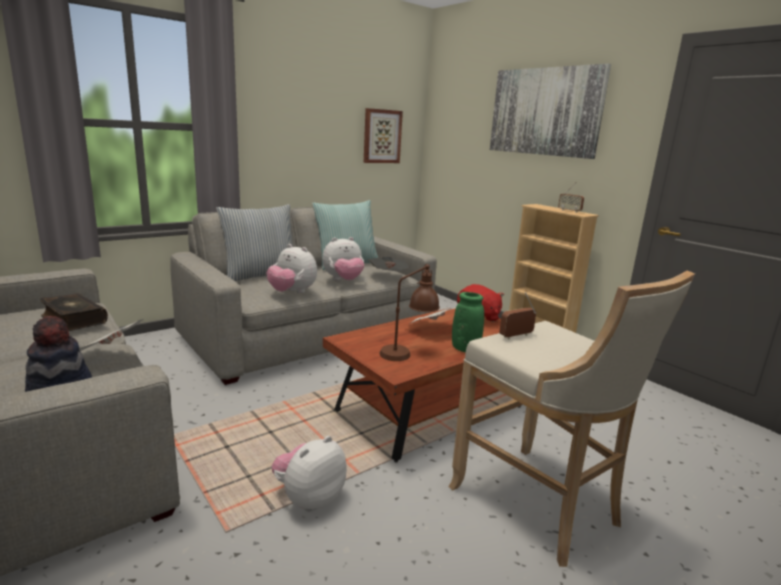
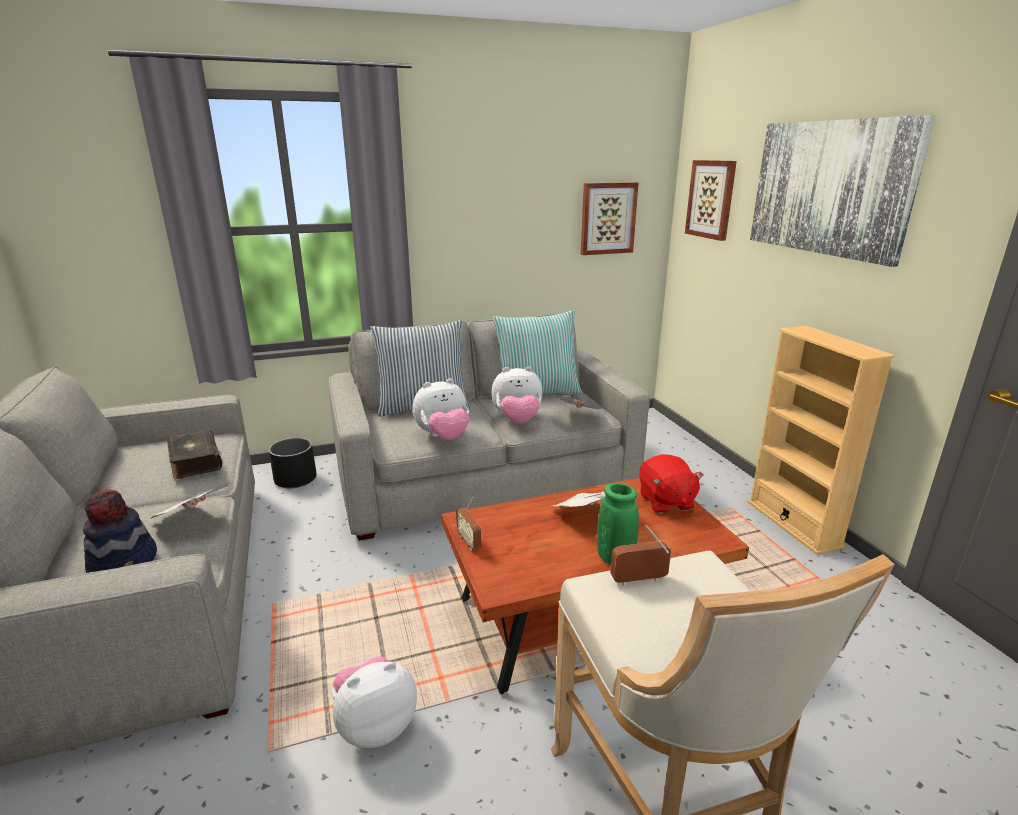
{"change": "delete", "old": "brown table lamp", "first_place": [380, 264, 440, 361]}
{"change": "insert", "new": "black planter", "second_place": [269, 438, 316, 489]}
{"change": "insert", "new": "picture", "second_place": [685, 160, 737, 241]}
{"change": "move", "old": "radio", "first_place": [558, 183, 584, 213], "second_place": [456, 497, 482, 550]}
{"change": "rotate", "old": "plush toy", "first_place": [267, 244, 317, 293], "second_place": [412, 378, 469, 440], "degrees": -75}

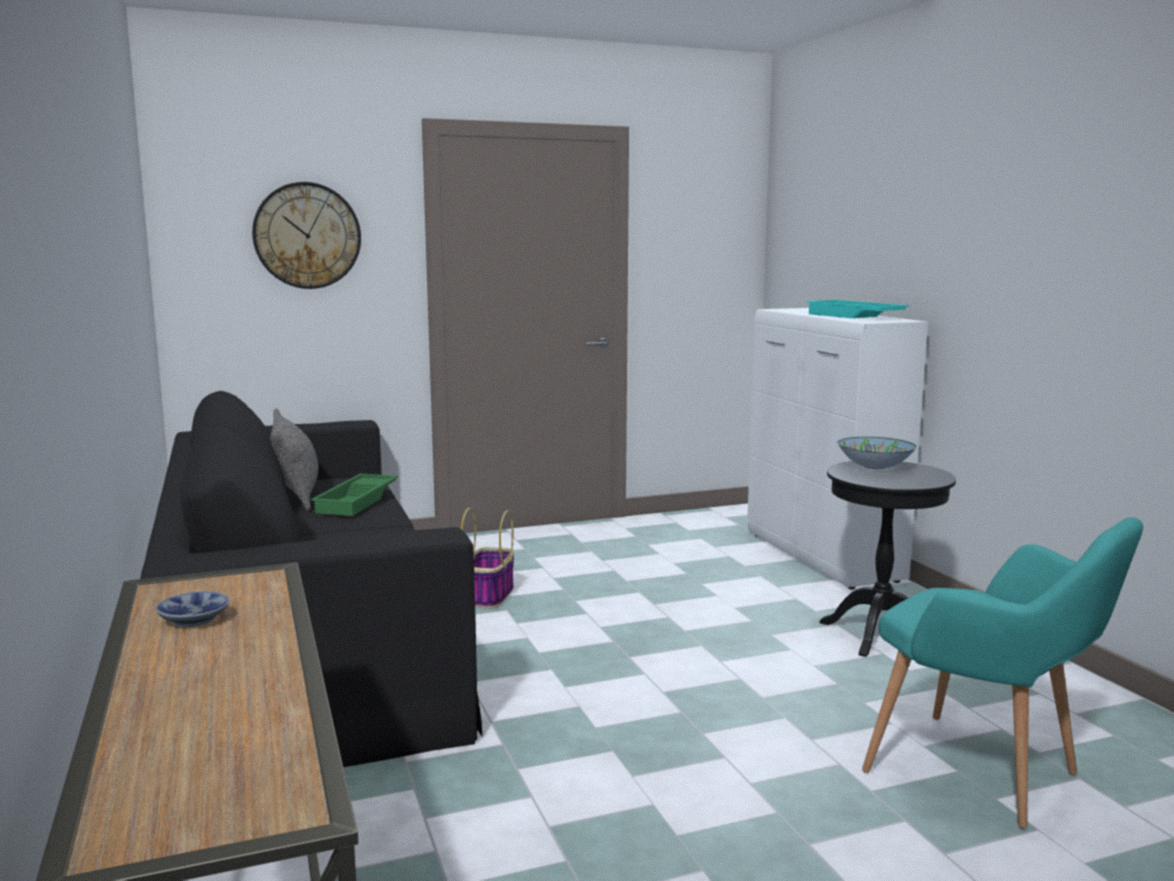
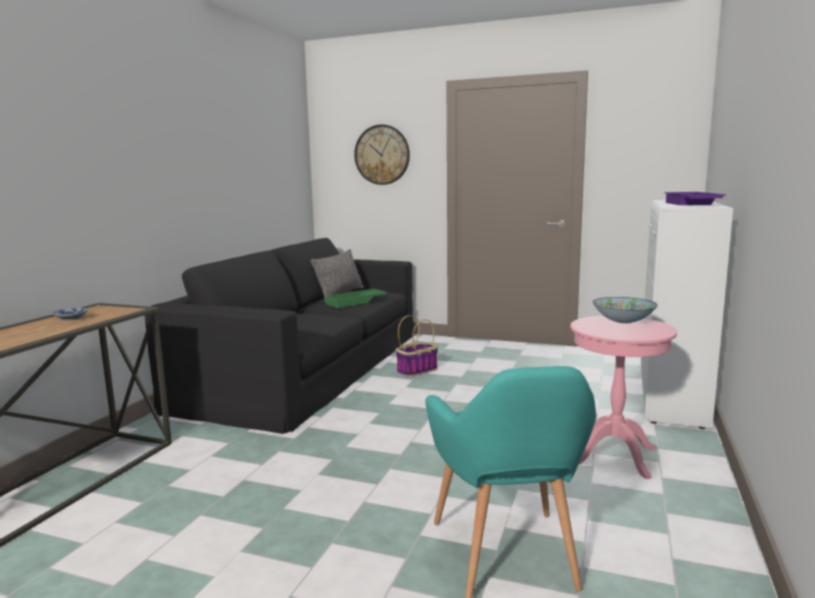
{"change": "recolor", "old": "turquoise tray", "new": "purple tray", "first_place": [806, 300, 909, 318], "second_place": [664, 192, 726, 205]}
{"change": "recolor", "old": "black side table", "new": "pink side table", "first_place": [820, 461, 956, 657], "second_place": [570, 316, 677, 479]}

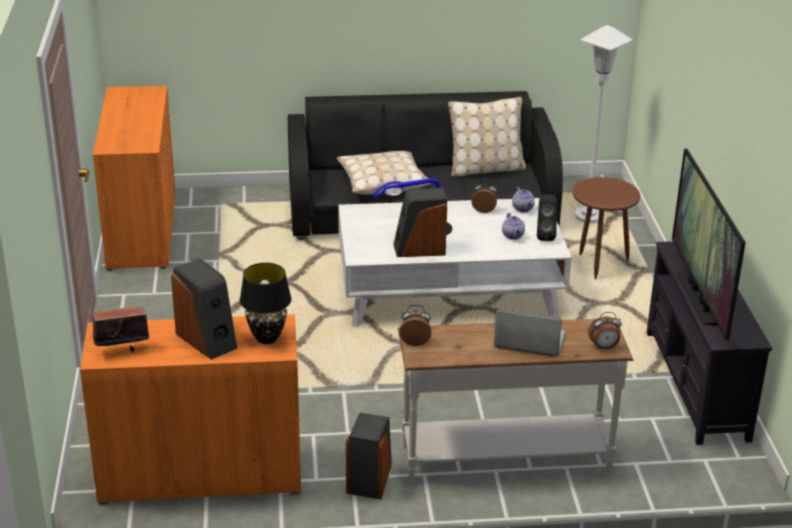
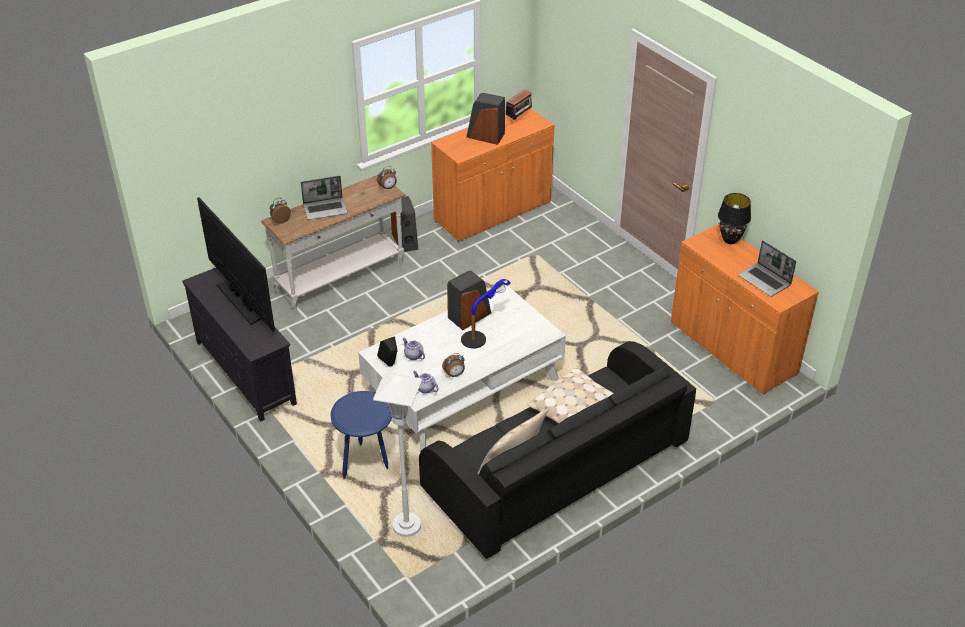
{"change": "insert", "new": "laptop", "second_place": [738, 240, 796, 297]}
{"change": "move", "old": "black table lamp", "first_place": [240, 263, 291, 344], "second_place": [718, 193, 751, 244]}
{"change": "recolor", "old": "brown side table", "new": "blue side table", "first_place": [573, 177, 640, 279], "second_place": [331, 391, 392, 479]}

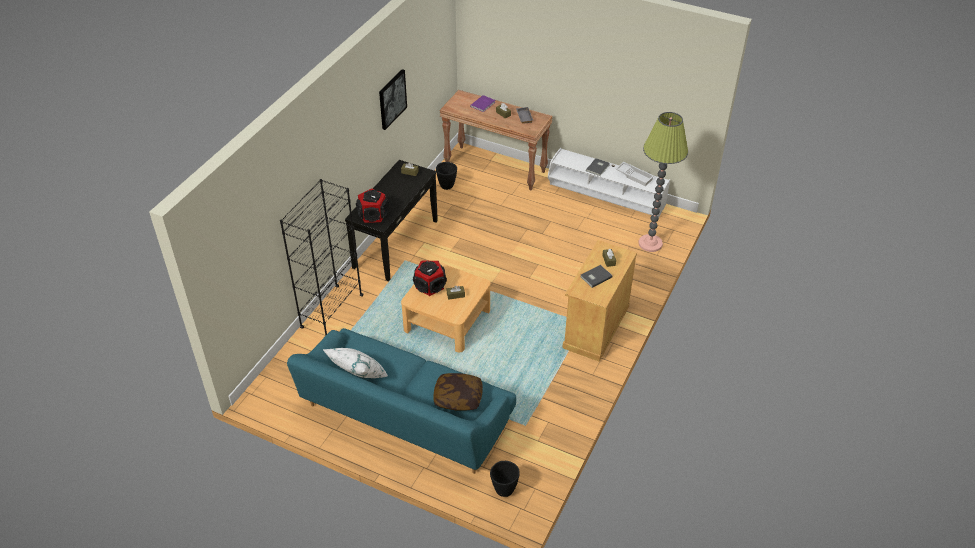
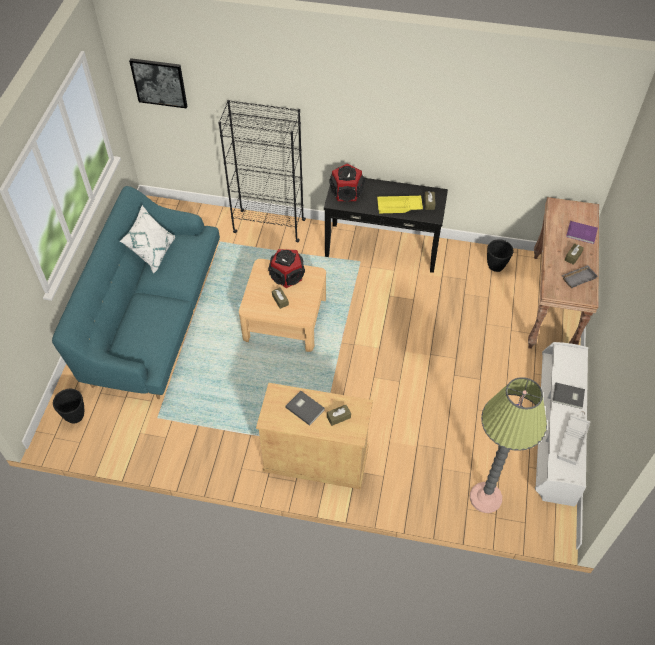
{"change": "delete", "old": "pillow", "first_place": [434, 373, 483, 411]}
{"change": "insert", "new": "yellow tray", "second_place": [377, 196, 423, 213]}
{"change": "move", "old": "picture", "first_place": [379, 69, 407, 130], "second_place": [129, 58, 187, 108]}

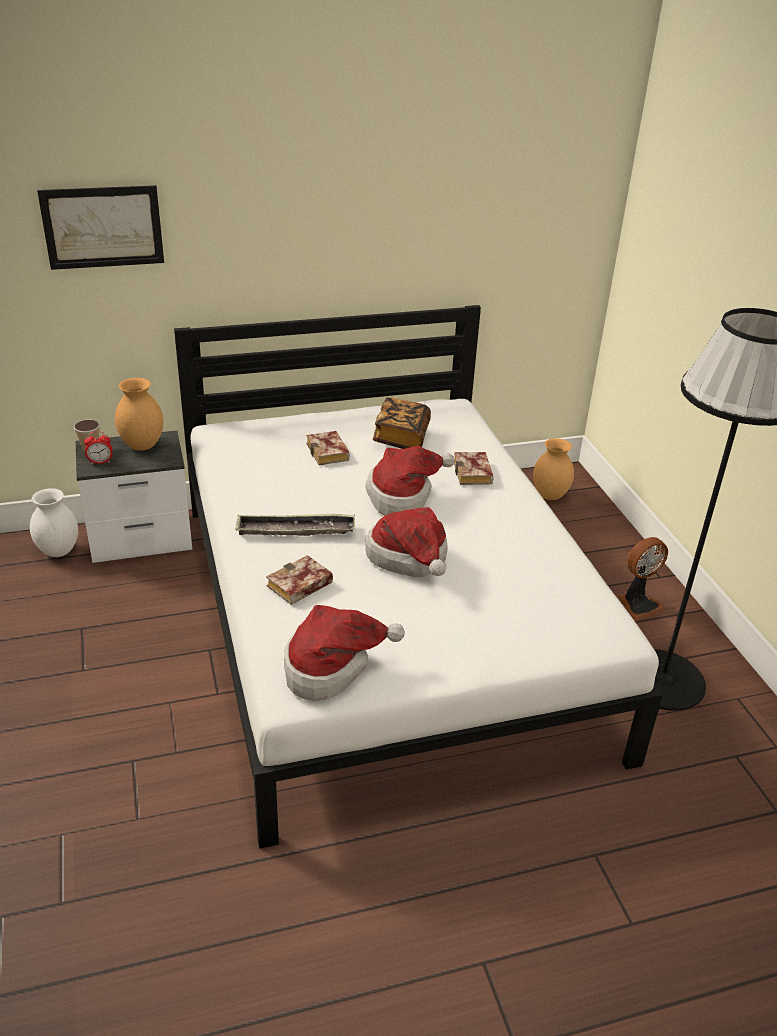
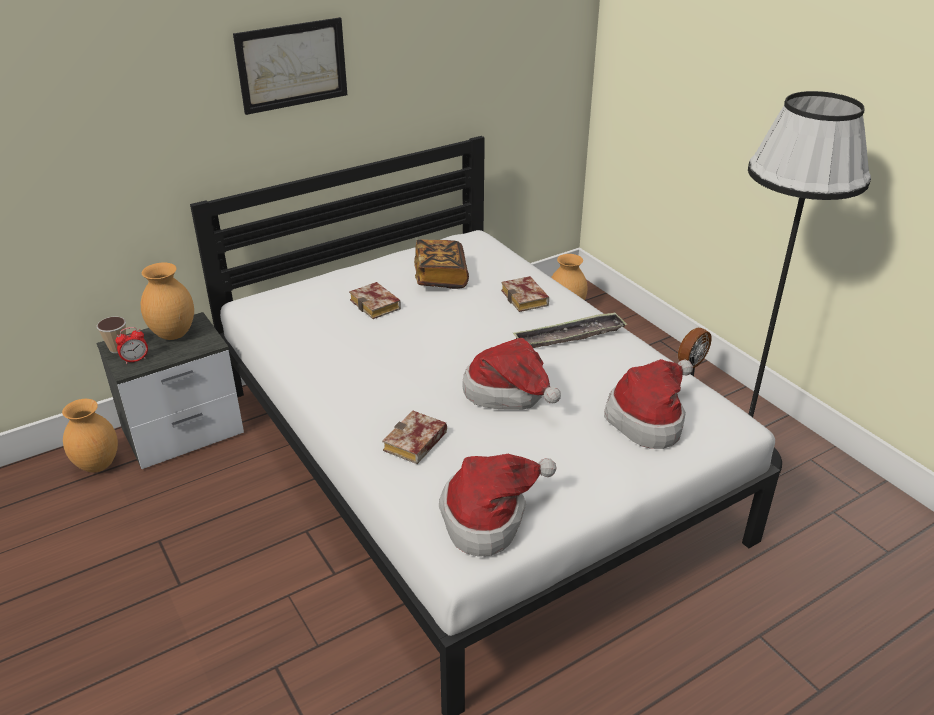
{"change": "move", "old": "picture", "first_place": [37, 185, 164, 270], "second_place": [233, 17, 347, 115]}
{"change": "move", "old": "tray", "first_place": [235, 514, 355, 536], "second_place": [513, 312, 627, 348]}
{"change": "move", "old": "hat", "first_place": [365, 446, 455, 516], "second_place": [604, 359, 693, 449]}
{"change": "recolor", "old": "white vase", "new": "brown vase", "first_place": [30, 488, 78, 557], "second_place": [62, 399, 118, 472]}

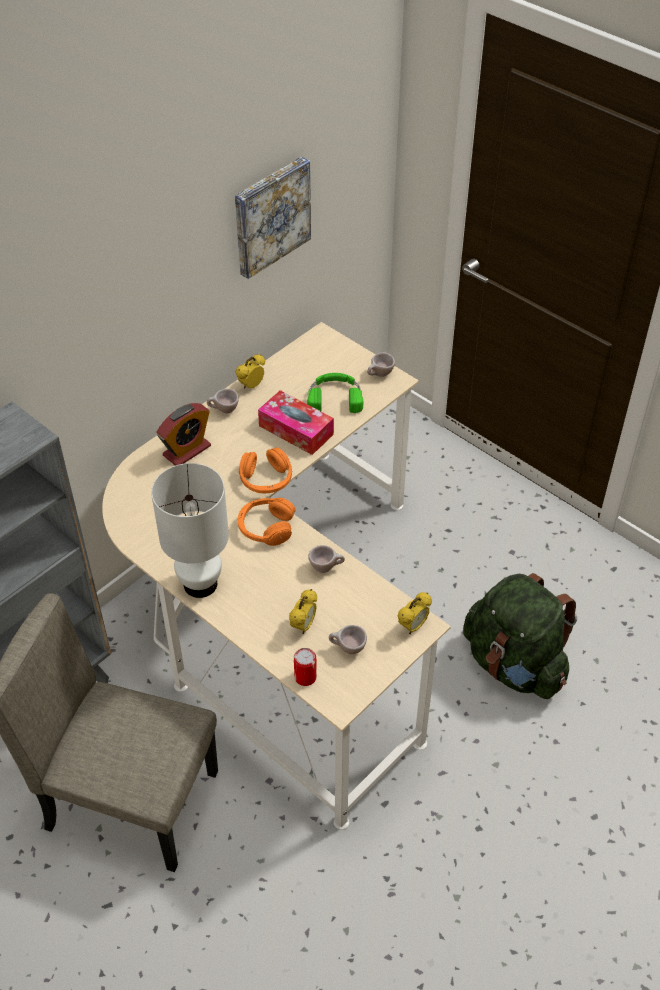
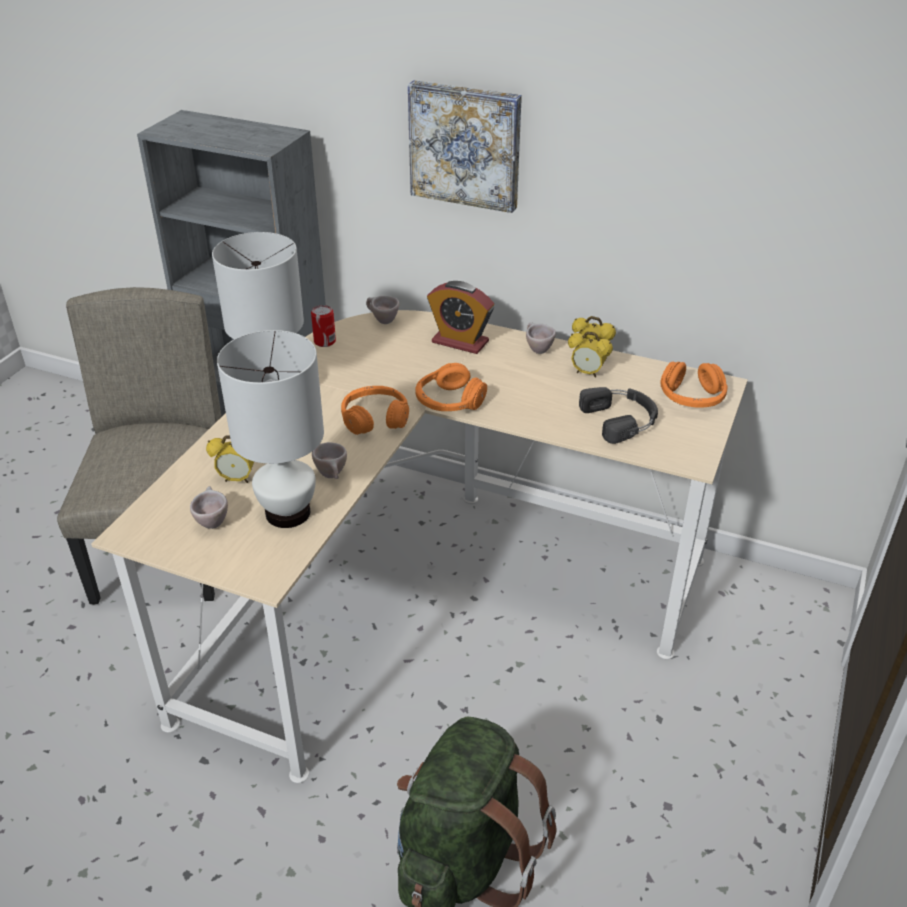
{"change": "delete", "old": "tissue box", "first_place": [258, 390, 334, 455]}
{"change": "insert", "new": "white table lamp", "second_place": [217, 330, 324, 528]}
{"change": "insert", "new": "orange headphones", "second_place": [660, 362, 727, 408]}
{"change": "move", "old": "picture", "first_place": [235, 157, 311, 279], "second_place": [408, 80, 522, 213]}
{"change": "move", "old": "can", "first_place": [294, 648, 317, 686], "second_place": [311, 305, 336, 347]}
{"change": "move", "old": "beige cup", "first_place": [367, 352, 395, 377], "second_place": [366, 296, 399, 324]}
{"change": "move", "old": "alarm clock", "first_place": [398, 592, 432, 634], "second_place": [568, 332, 613, 377]}
{"change": "recolor", "old": "green headphones", "new": "black headphones", "first_place": [307, 373, 363, 413], "second_place": [579, 387, 658, 444]}

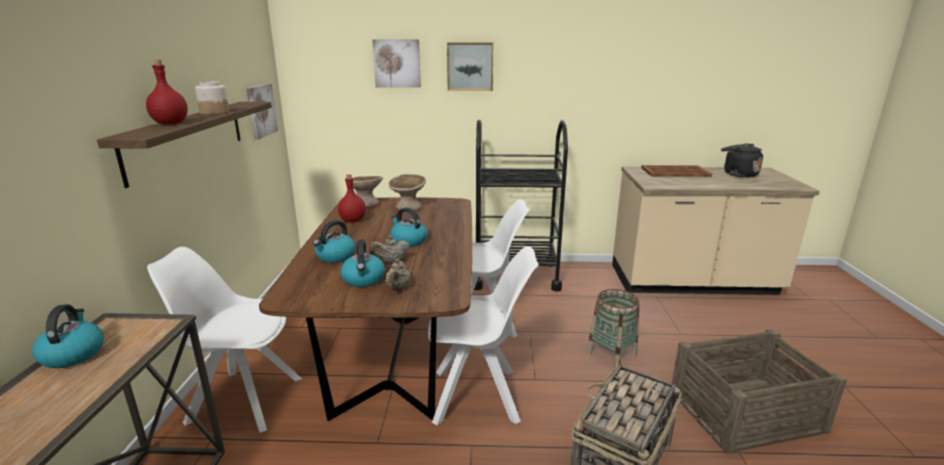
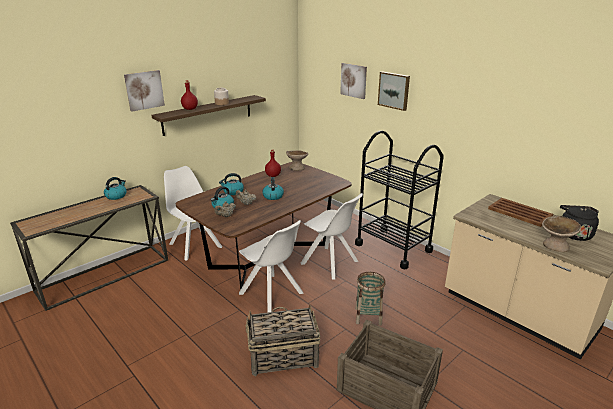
{"change": "move", "old": "picture", "first_place": [246, 84, 278, 139], "second_place": [124, 70, 165, 112]}
{"change": "move", "old": "beige bowl", "first_place": [388, 175, 426, 210], "second_place": [542, 216, 581, 252]}

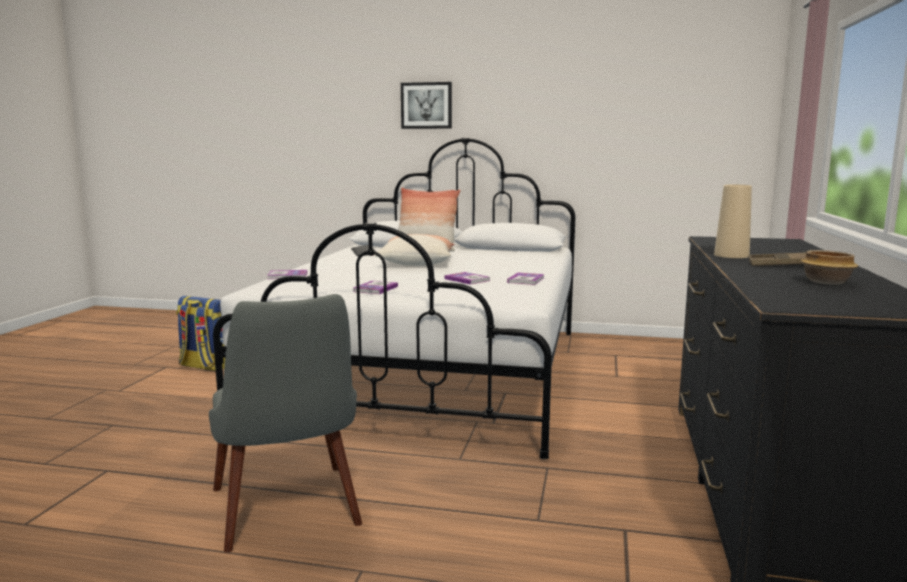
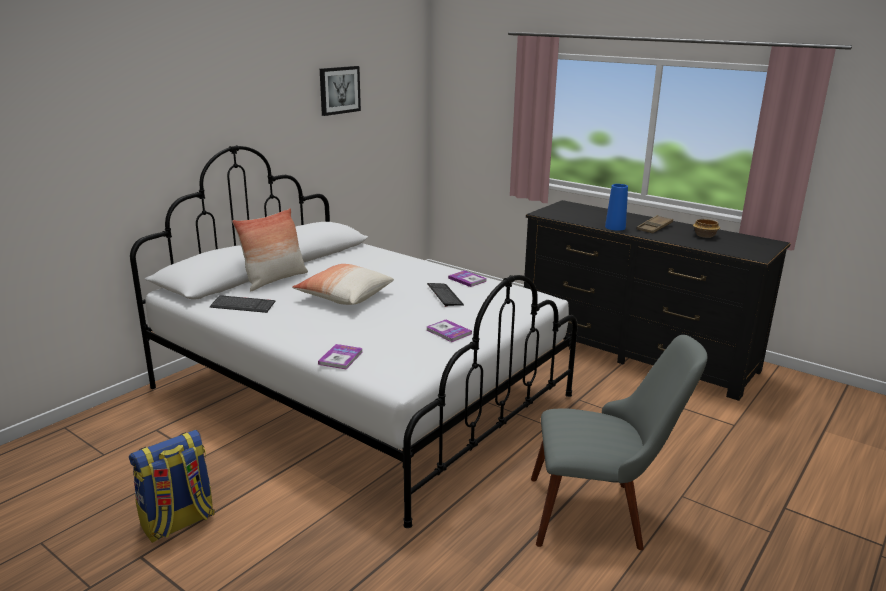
{"change": "move", "old": "picture", "first_place": [401, 82, 452, 129], "second_place": [320, 66, 361, 116]}
{"change": "replace", "old": "book", "new": "keyboard", "first_place": [445, 272, 490, 285], "second_place": [427, 283, 464, 307]}
{"change": "recolor", "old": "beige vase", "new": "blue vase", "first_place": [714, 185, 752, 258], "second_place": [605, 184, 628, 231]}

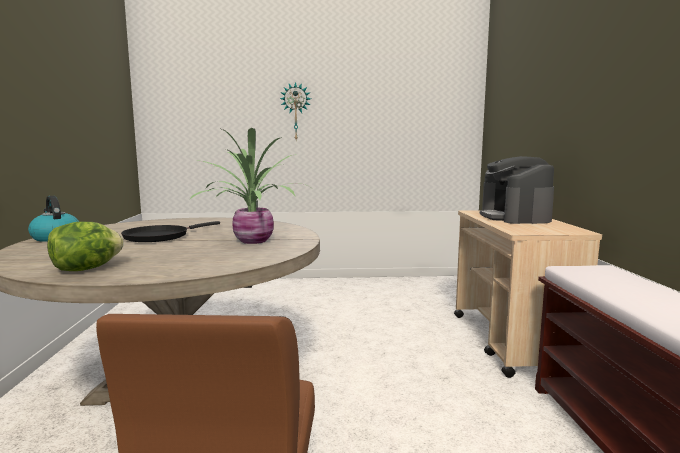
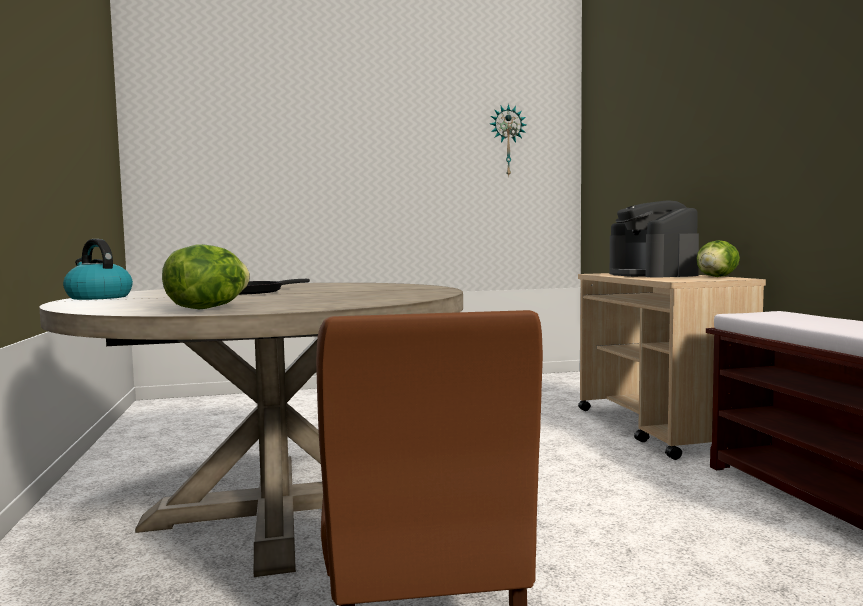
{"change": "delete", "old": "potted plant", "first_place": [189, 128, 310, 244]}
{"change": "insert", "new": "lettuce", "second_place": [696, 240, 740, 277]}
{"change": "move", "old": "wall clock", "first_place": [280, 82, 311, 140], "second_place": [490, 104, 526, 177]}

